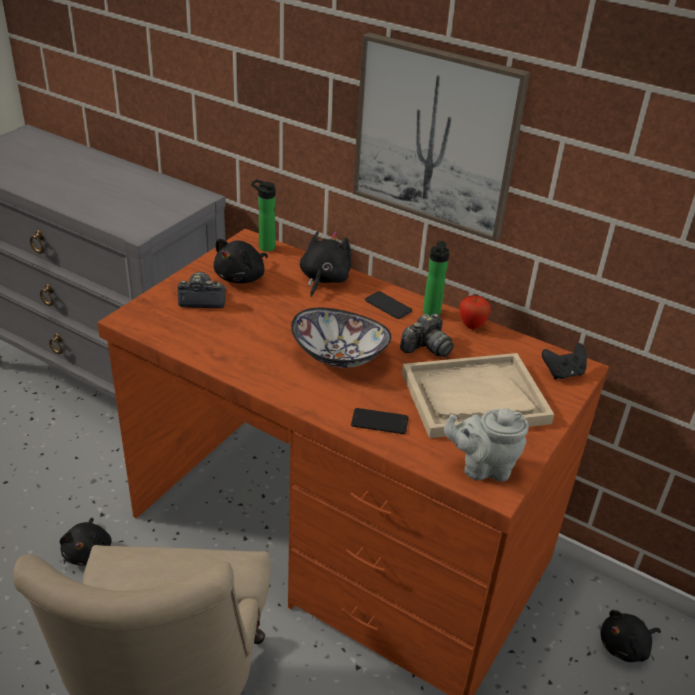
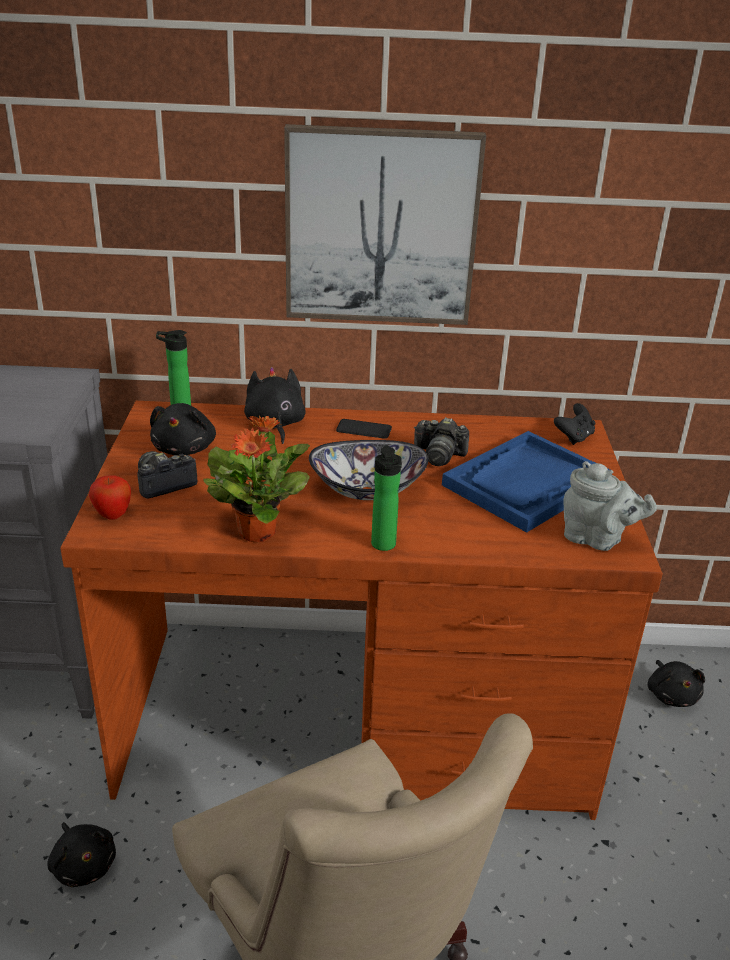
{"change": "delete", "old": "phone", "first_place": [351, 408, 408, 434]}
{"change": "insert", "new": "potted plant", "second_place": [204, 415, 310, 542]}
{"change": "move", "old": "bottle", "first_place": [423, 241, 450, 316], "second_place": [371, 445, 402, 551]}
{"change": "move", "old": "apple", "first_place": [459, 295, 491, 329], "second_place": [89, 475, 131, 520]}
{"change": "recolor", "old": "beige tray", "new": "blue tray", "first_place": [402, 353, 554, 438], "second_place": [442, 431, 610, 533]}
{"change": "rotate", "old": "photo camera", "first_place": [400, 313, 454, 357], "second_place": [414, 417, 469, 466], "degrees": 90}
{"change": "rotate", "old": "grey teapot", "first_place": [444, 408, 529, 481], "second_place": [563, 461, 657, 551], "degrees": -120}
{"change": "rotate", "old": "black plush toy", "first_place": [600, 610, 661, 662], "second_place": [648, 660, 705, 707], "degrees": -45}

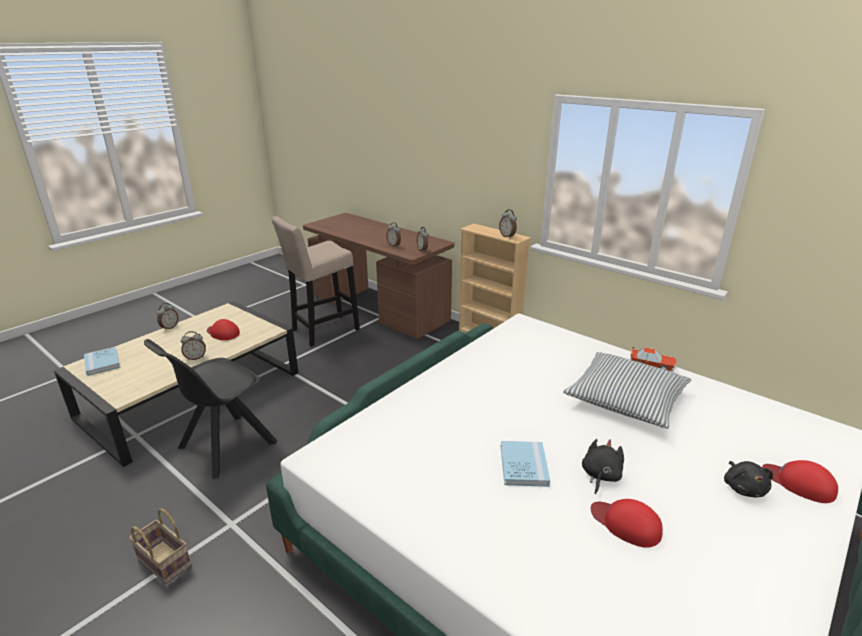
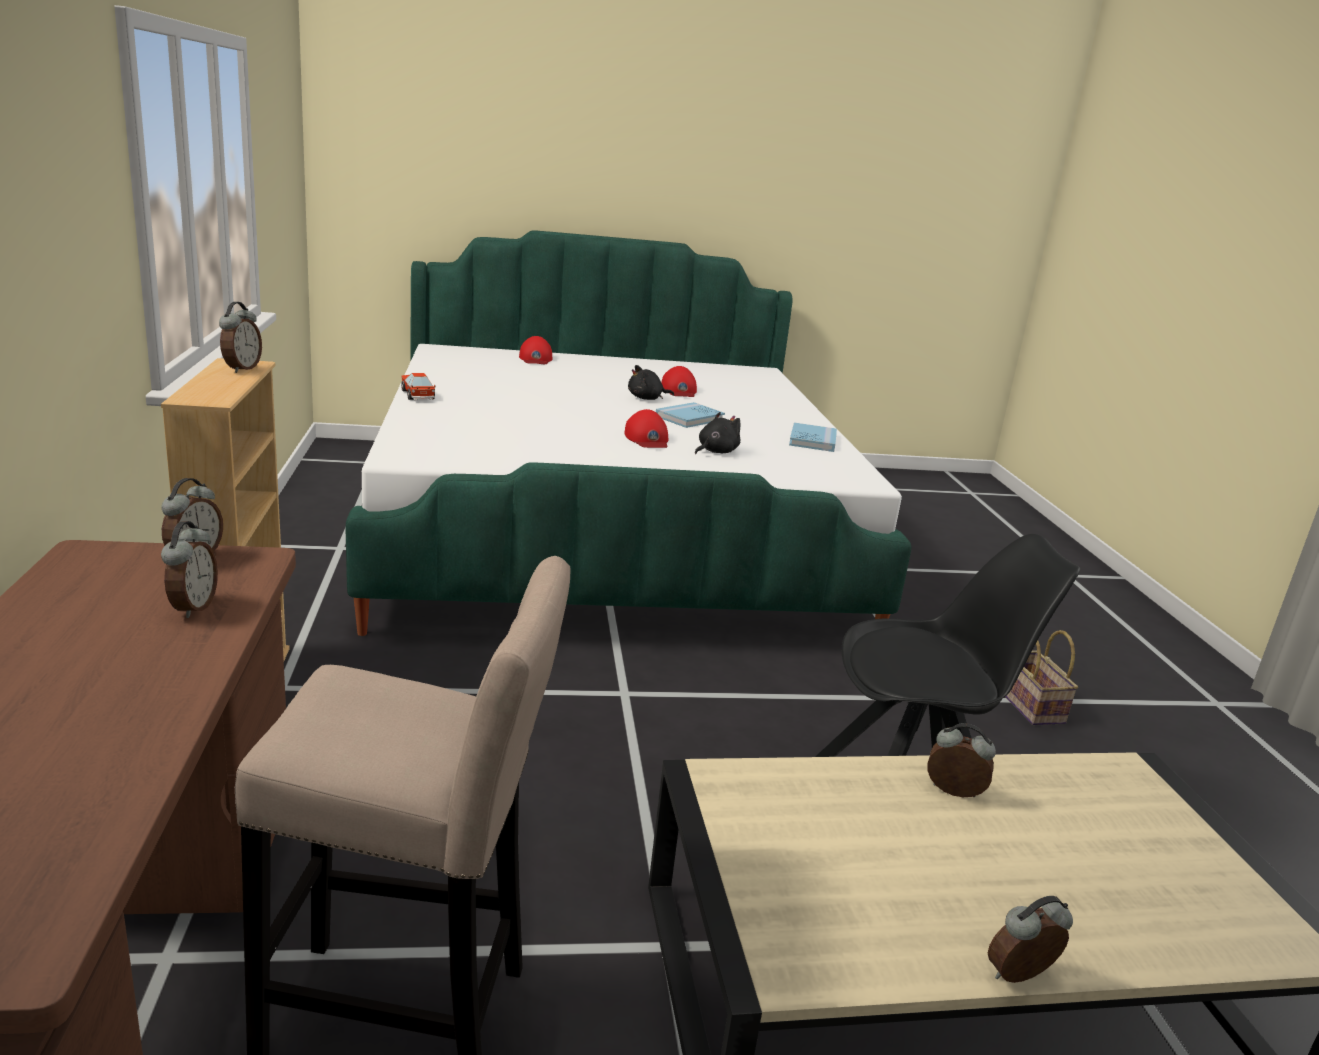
{"change": "delete", "old": "pillow", "first_place": [563, 352, 691, 428]}
{"change": "move", "old": "blue book", "first_place": [84, 347, 120, 376], "second_place": [789, 422, 837, 452]}
{"change": "move", "old": "red cap", "first_place": [207, 319, 240, 340], "second_place": [624, 409, 668, 448]}
{"change": "move", "old": "black plush toy", "first_place": [724, 461, 773, 497], "second_place": [695, 412, 740, 454]}

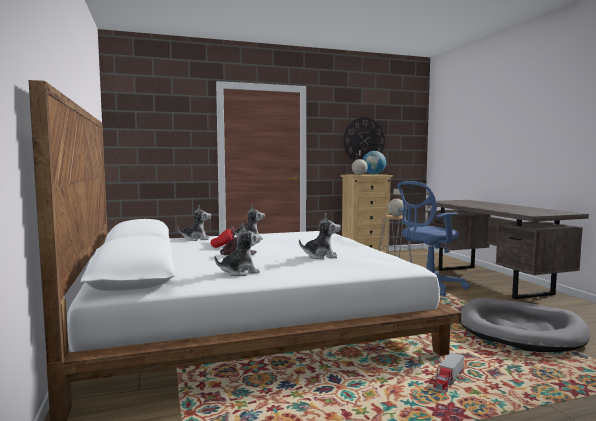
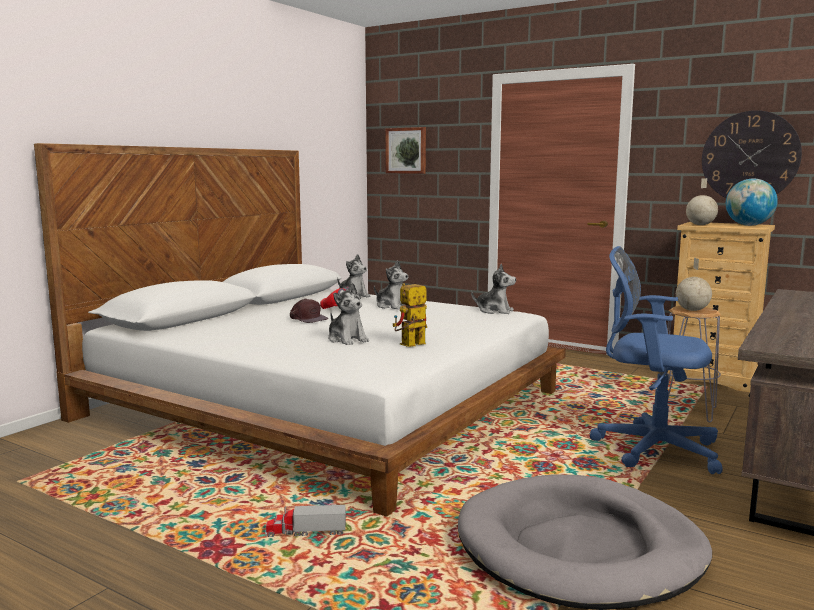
{"change": "insert", "new": "picture", "second_place": [385, 127, 426, 174]}
{"change": "insert", "new": "toy robot", "second_place": [393, 283, 427, 347]}
{"change": "move", "old": "plush toy", "first_place": [214, 223, 261, 276], "second_place": [471, 264, 516, 314]}

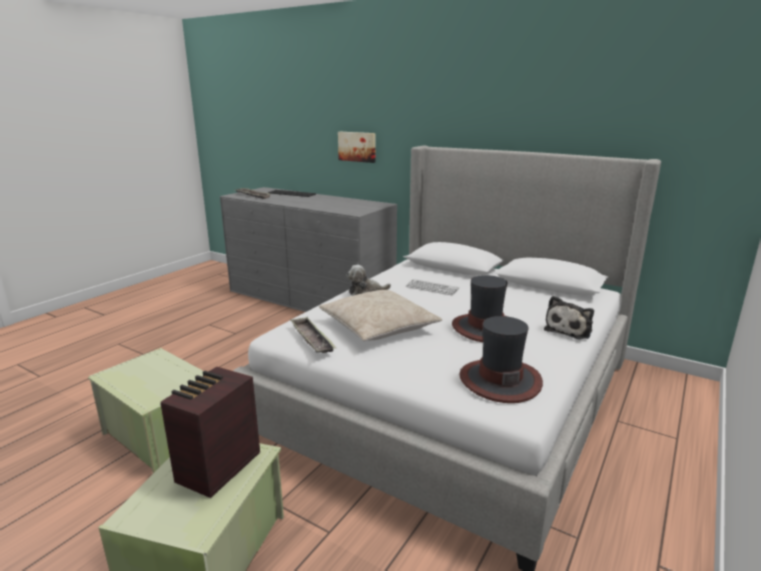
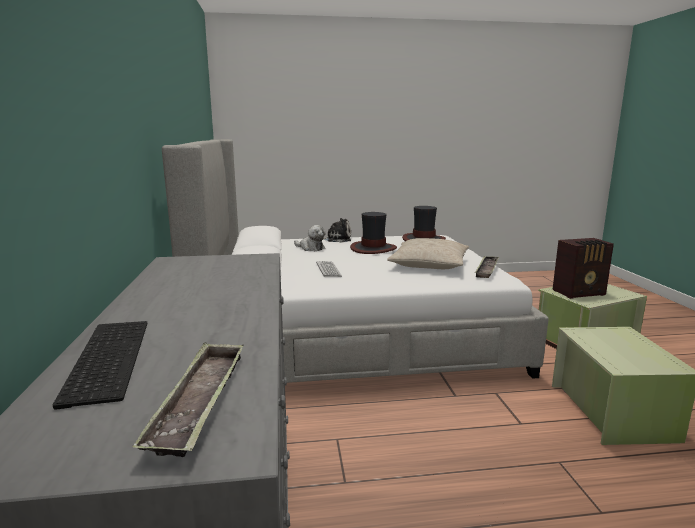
{"change": "delete", "old": "picture", "first_place": [338, 132, 376, 163]}
{"change": "move", "old": "plush toy", "first_place": [346, 265, 391, 296], "second_place": [294, 225, 326, 251]}

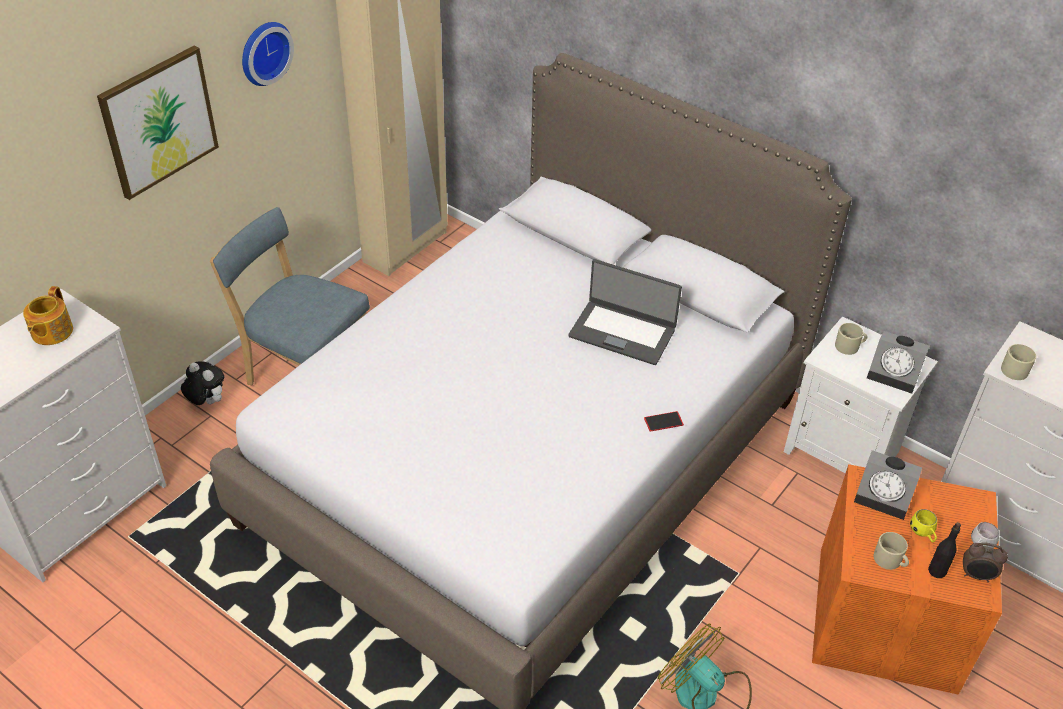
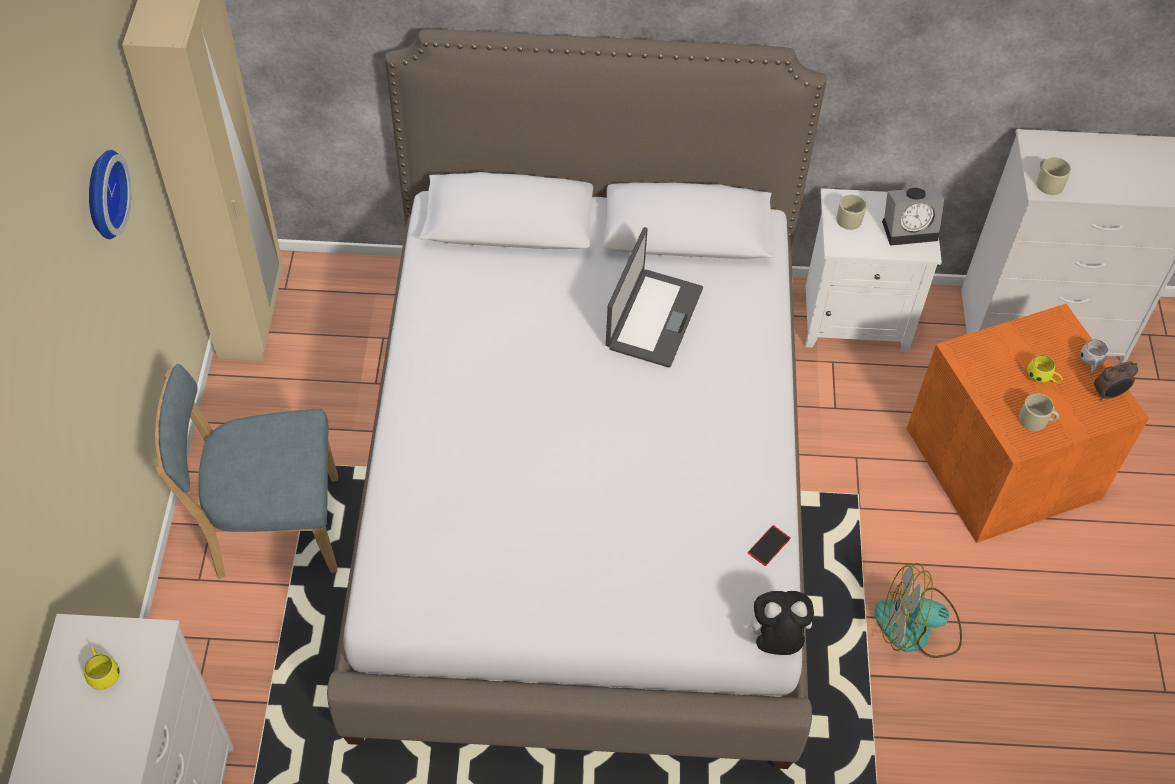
{"change": "delete", "old": "picture", "first_place": [97, 46, 219, 200]}
{"change": "delete", "old": "alarm clock", "first_place": [854, 450, 922, 520]}
{"change": "delete", "old": "black bottle", "first_place": [928, 522, 961, 578]}
{"change": "move", "old": "plush toy", "first_place": [181, 361, 224, 405], "second_place": [743, 591, 814, 655]}
{"change": "move", "old": "phone", "first_place": [644, 411, 684, 432], "second_place": [748, 525, 791, 566]}
{"change": "replace", "old": "teapot", "new": "yellow mug", "first_place": [23, 286, 73, 345], "second_place": [84, 646, 120, 690]}
{"change": "rotate", "old": "laptop", "first_place": [568, 259, 682, 365], "second_place": [606, 227, 703, 368], "degrees": -60}

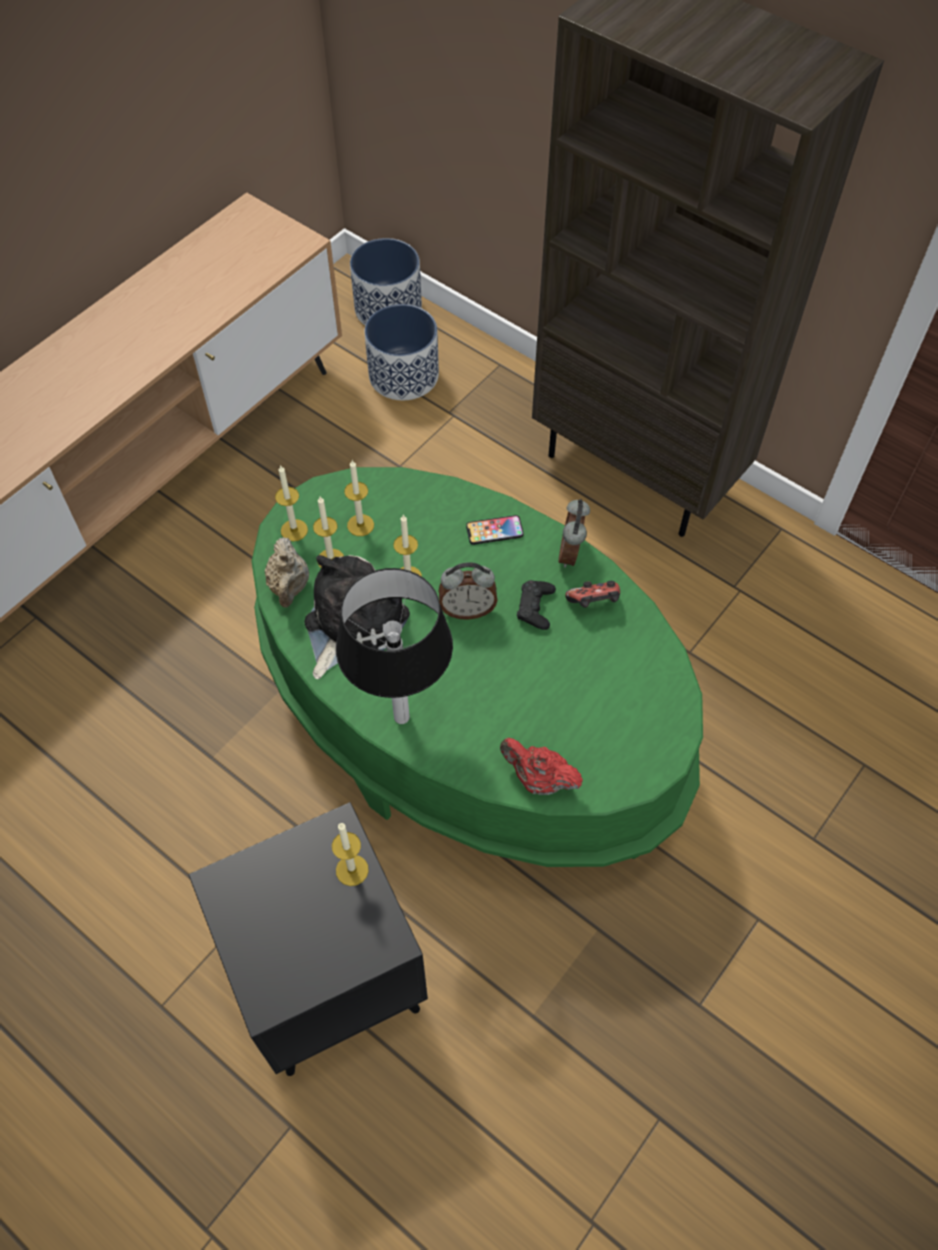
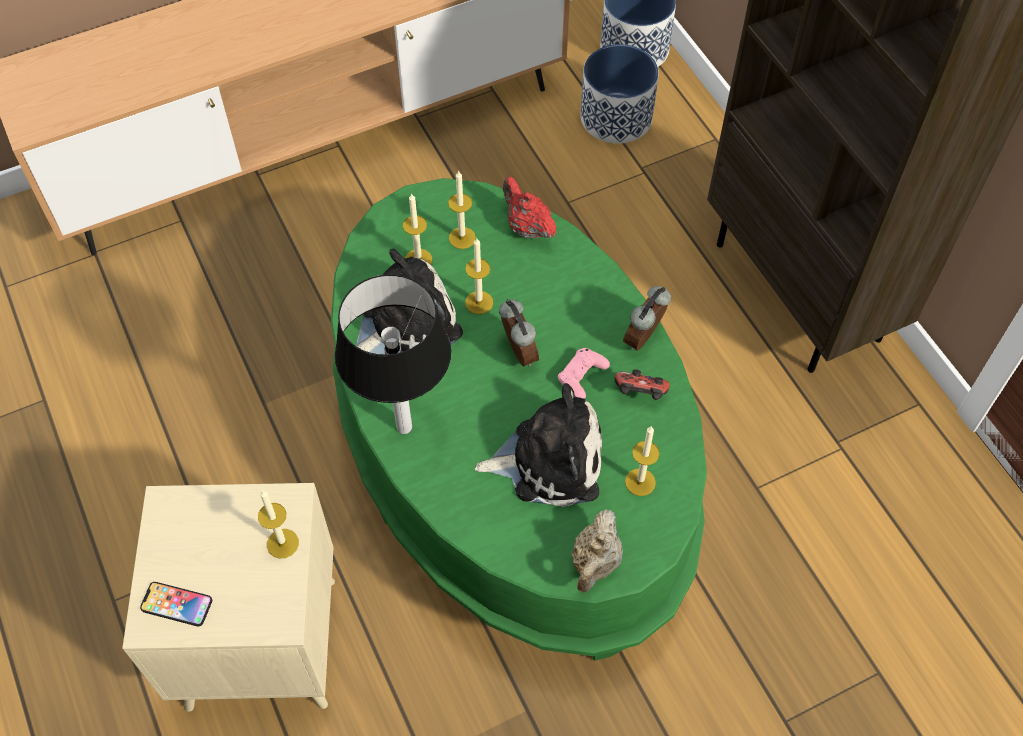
{"change": "insert", "new": "plush toy", "second_place": [475, 383, 602, 507]}
{"change": "move", "old": "beige teapot", "first_place": [265, 537, 309, 608], "second_place": [571, 509, 623, 593]}
{"change": "move", "old": "candle", "first_place": [275, 465, 308, 541], "second_place": [625, 427, 660, 496]}
{"change": "move", "old": "phone", "first_place": [466, 515, 524, 545], "second_place": [140, 582, 212, 626]}
{"change": "move", "old": "red teapot", "first_place": [500, 738, 583, 795], "second_place": [503, 177, 556, 238]}
{"change": "recolor", "old": "black side table", "new": "beige side table", "first_place": [188, 802, 428, 1076], "second_place": [122, 483, 335, 712]}
{"change": "recolor", "old": "black game controller", "new": "pink game controller", "first_place": [517, 580, 556, 630], "second_place": [558, 348, 610, 399]}
{"change": "rotate", "old": "alarm clock", "first_place": [438, 562, 497, 620], "second_place": [499, 299, 539, 367], "degrees": -135}

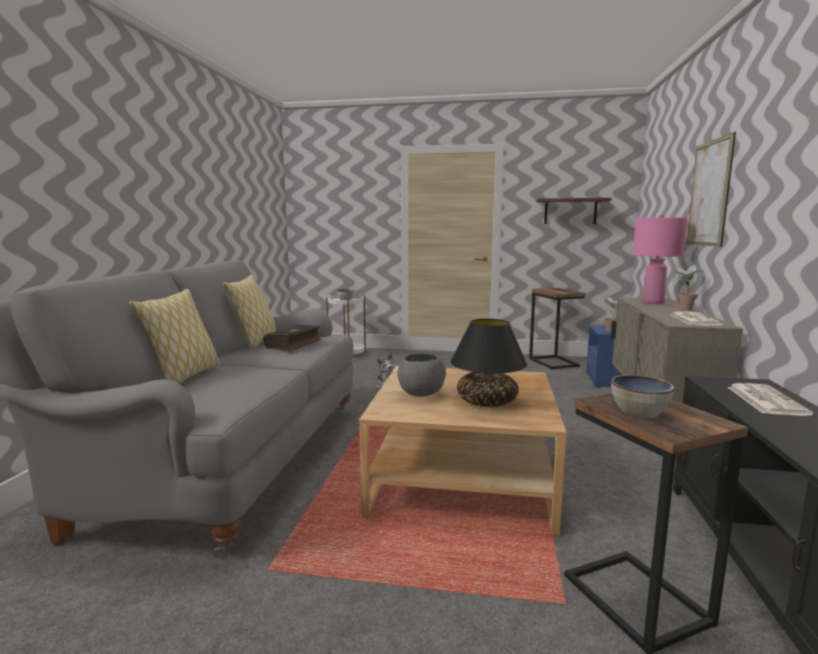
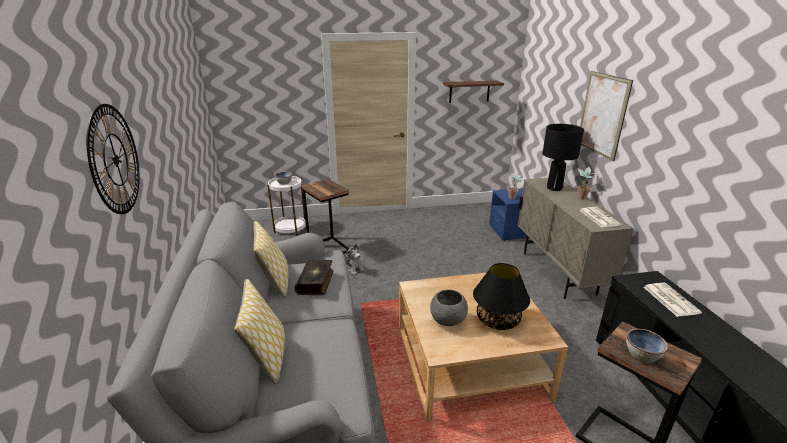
{"change": "insert", "new": "wall clock", "second_place": [86, 104, 140, 214]}
{"change": "move", "old": "side table", "first_place": [529, 288, 585, 369], "second_place": [301, 179, 350, 254]}
{"change": "recolor", "old": "pink table lamp", "new": "black table lamp", "first_place": [633, 214, 688, 304], "second_place": [542, 124, 584, 191]}

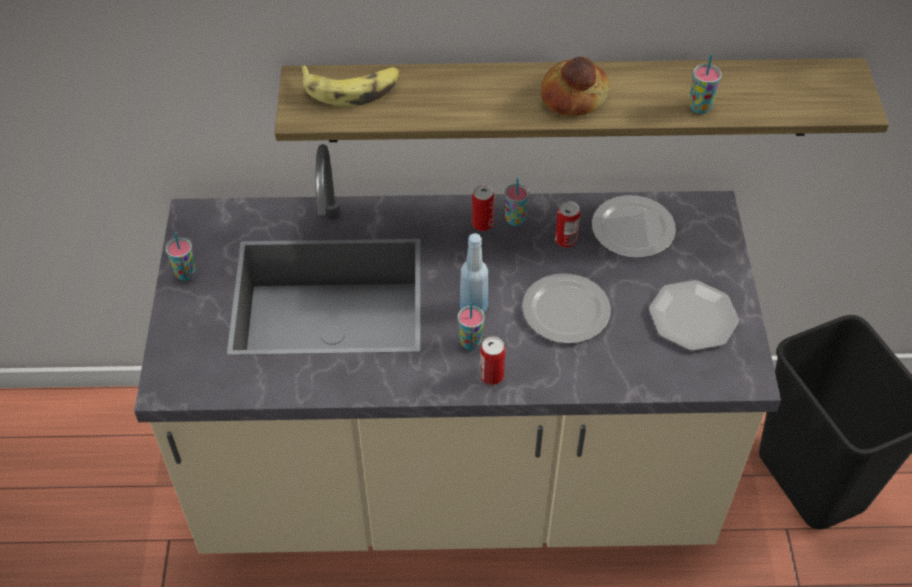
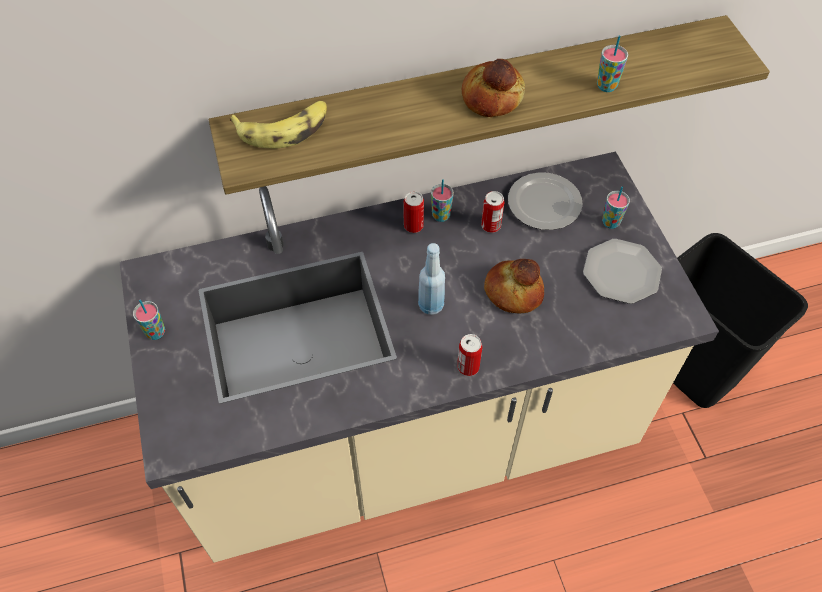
{"change": "move", "old": "cup", "first_place": [458, 302, 485, 350], "second_place": [602, 186, 630, 229]}
{"change": "replace", "old": "plate", "new": "bread", "first_place": [522, 273, 611, 344], "second_place": [484, 259, 544, 313]}

